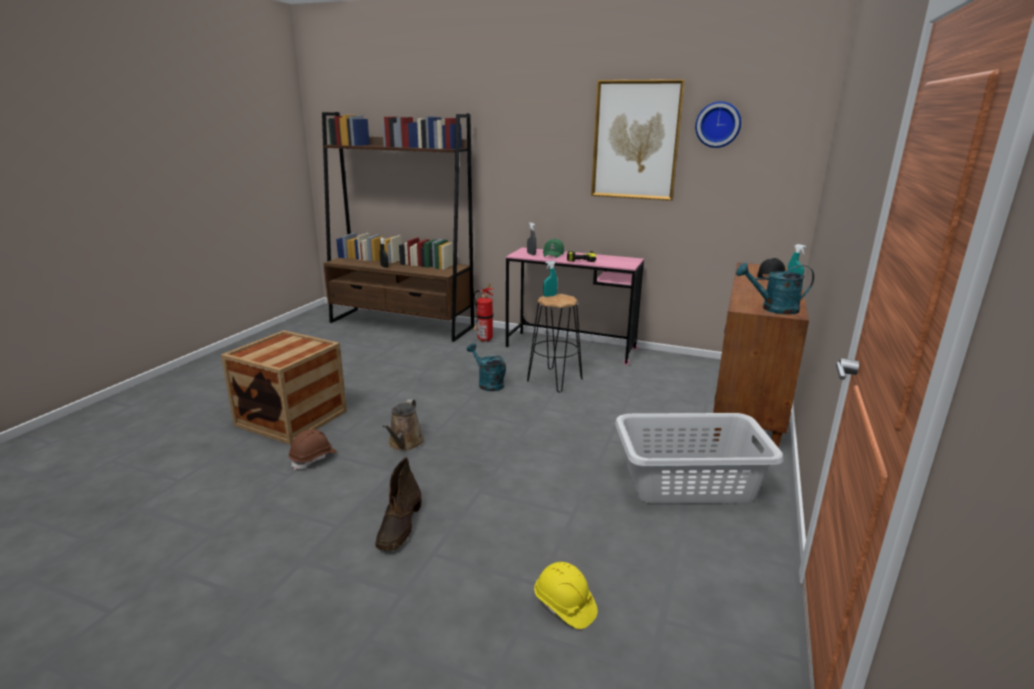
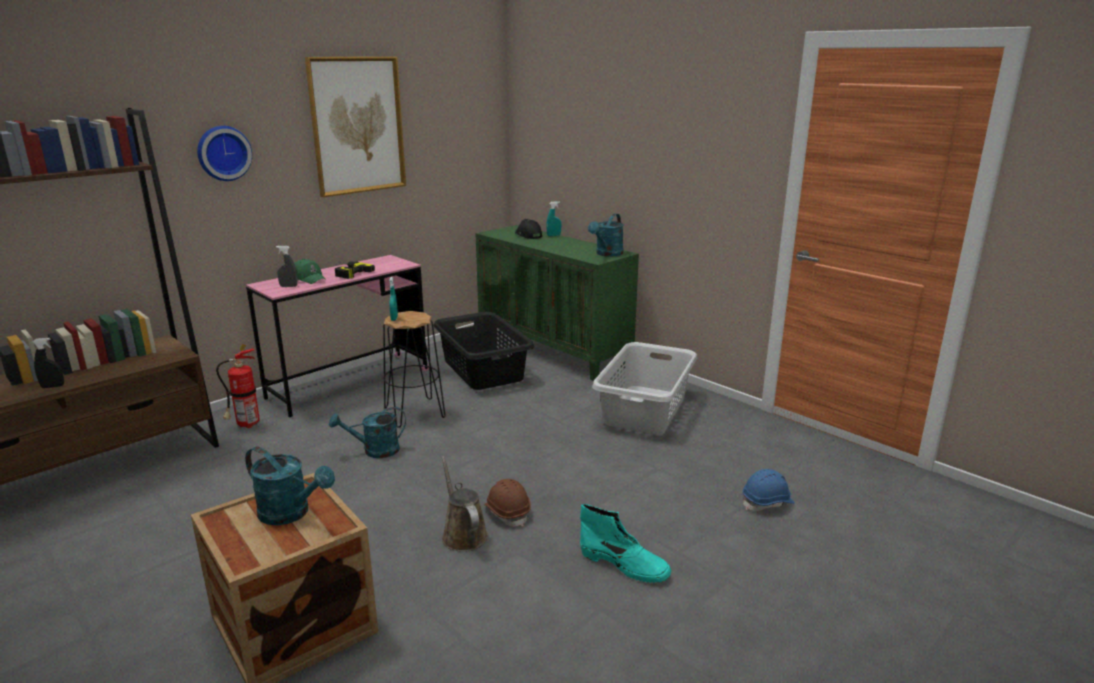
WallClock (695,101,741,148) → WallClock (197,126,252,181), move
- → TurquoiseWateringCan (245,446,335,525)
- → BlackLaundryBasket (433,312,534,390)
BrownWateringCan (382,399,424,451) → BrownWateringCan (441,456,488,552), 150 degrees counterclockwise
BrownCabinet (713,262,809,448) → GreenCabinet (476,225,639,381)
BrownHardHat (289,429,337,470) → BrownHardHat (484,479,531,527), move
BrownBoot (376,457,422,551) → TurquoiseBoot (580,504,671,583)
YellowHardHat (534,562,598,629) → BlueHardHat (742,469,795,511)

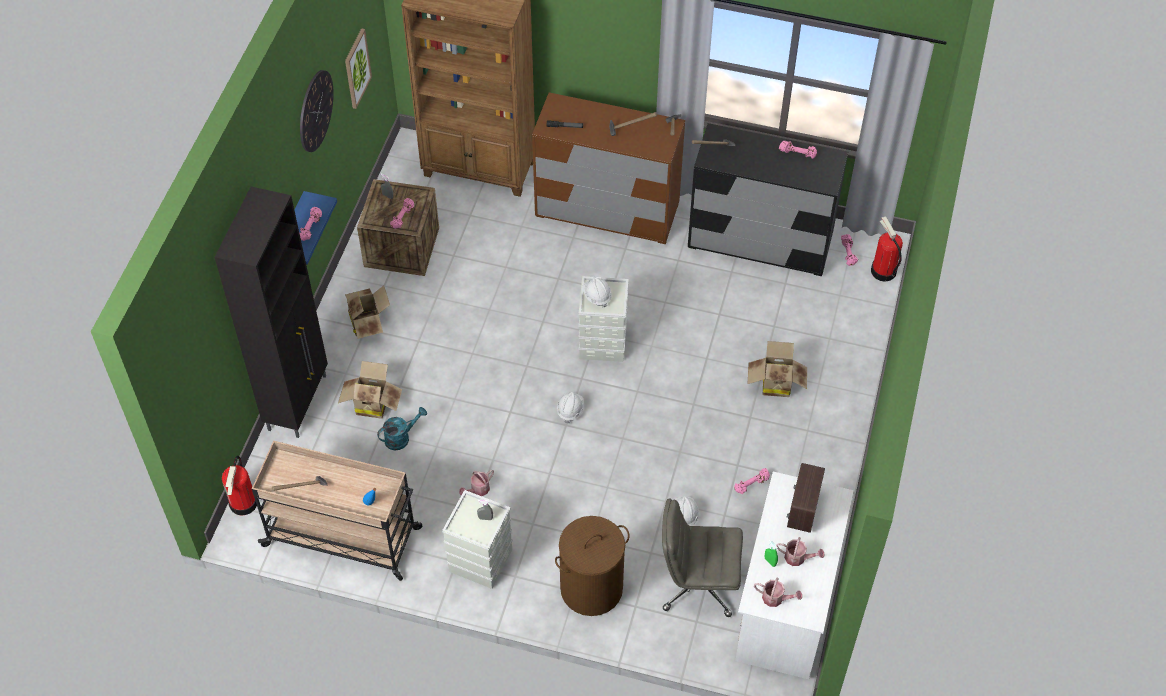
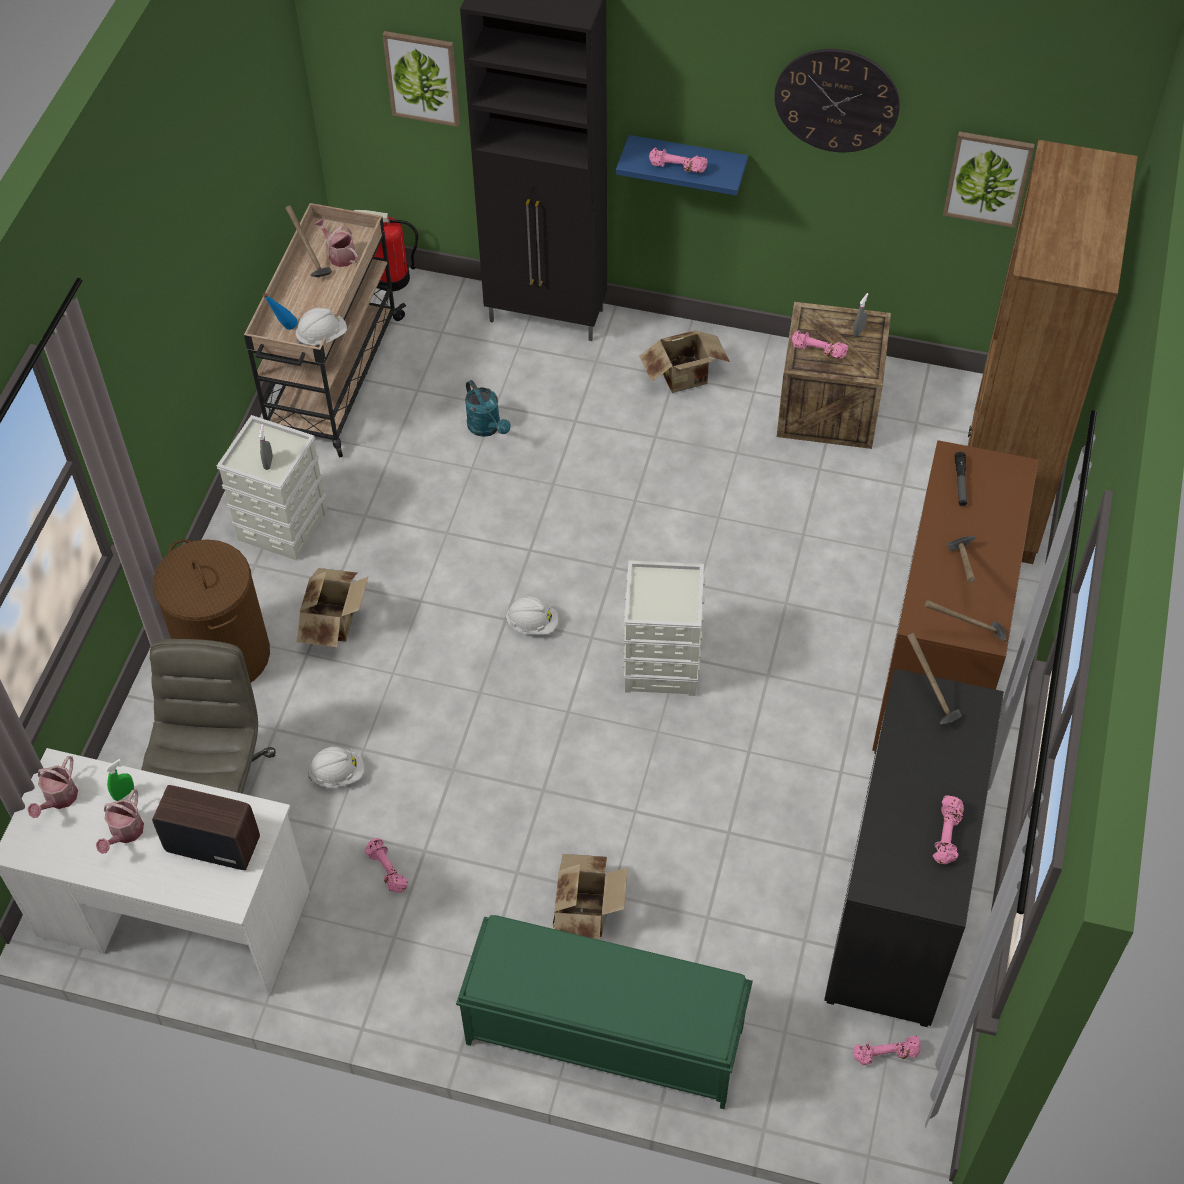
WhiteHardHat (583,277,612,308) → WhiteHardHat (296,308,347,346), move
CardboardBox (338,361,402,419) → CardboardBox (297,568,368,647), move
WateringCan (459,470,494,496) → WateringCan (314,218,358,267), move
- → Picture (382,31,460,127)
- → GreenBench (456,915,753,1109)
FireExtinguisher (871,216,903,282) → -

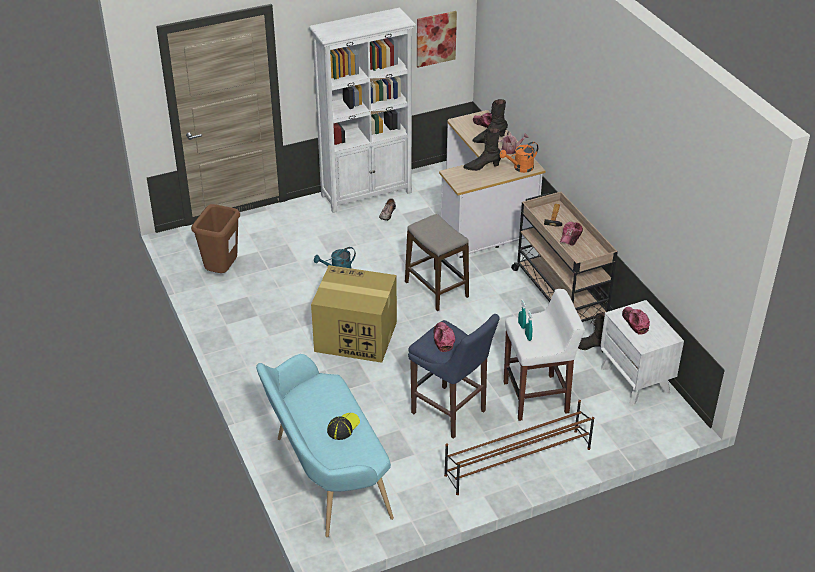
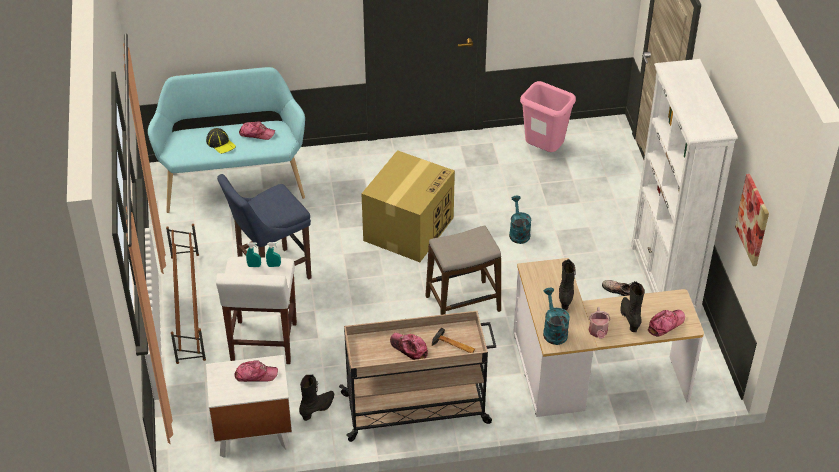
Cap (433,322,455,352) → Cap (239,121,275,140), move
BrownTrashCan (191,204,240,273) → PinkTrashCan (520,81,576,152)
OrangeWateringCan (500,142,538,173) → TurquoiseWateringCan (543,288,570,345)

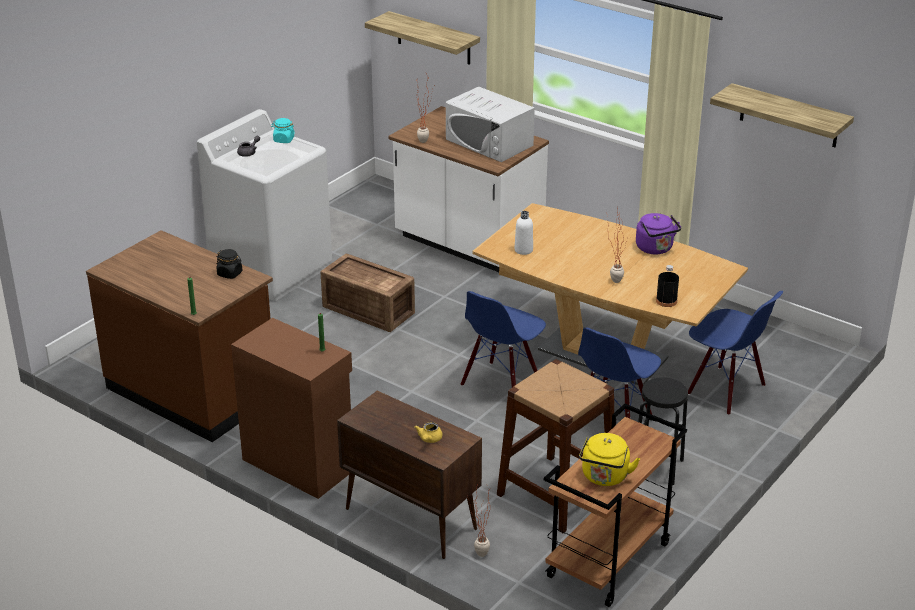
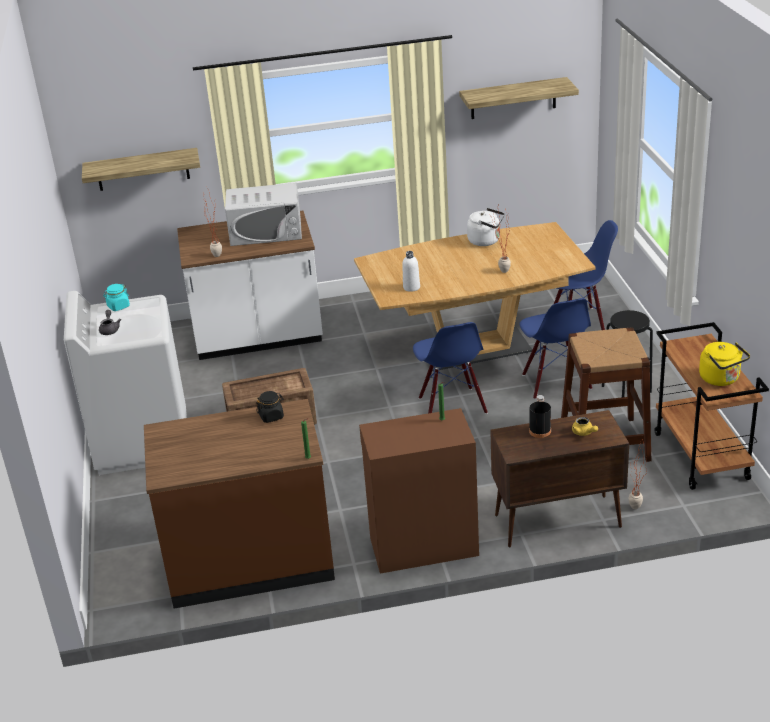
PurpleKettle (636,213,681,254) → WhiteKettle (467,208,505,246)
BlackBottle (656,265,679,307) → BlackBottle (529,395,551,438), move

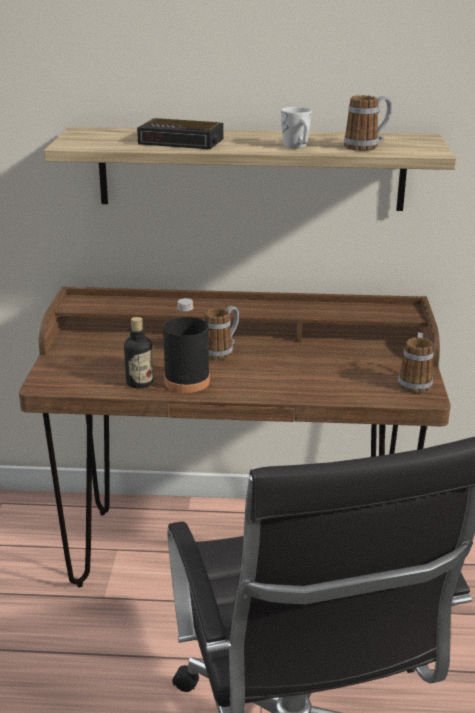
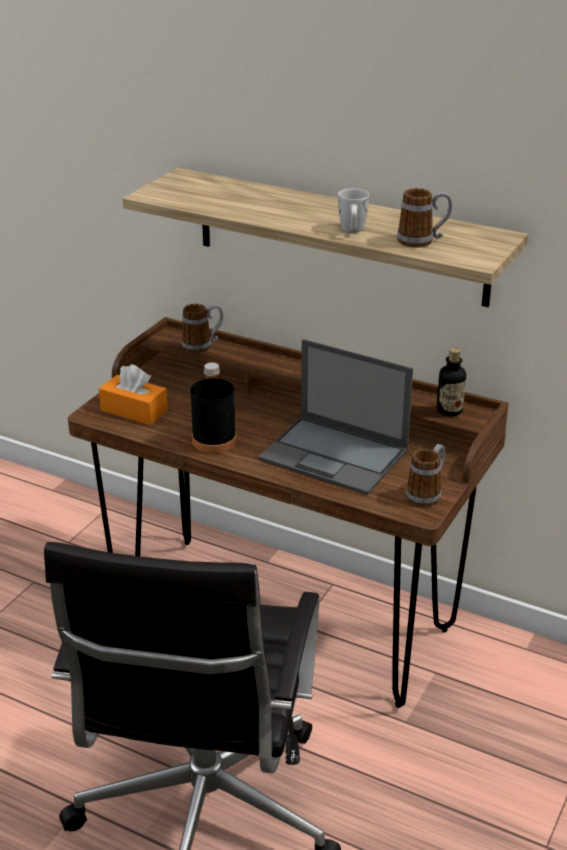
- → OrangeTissueBox (99,364,168,425)
Mug (203,306,239,360) → Mug (181,304,223,353), move
- → Laptop (258,339,413,495)
Bottle (124,317,153,388) → Bottle (437,348,466,416), move
AlarmClock (137,118,223,149) → -

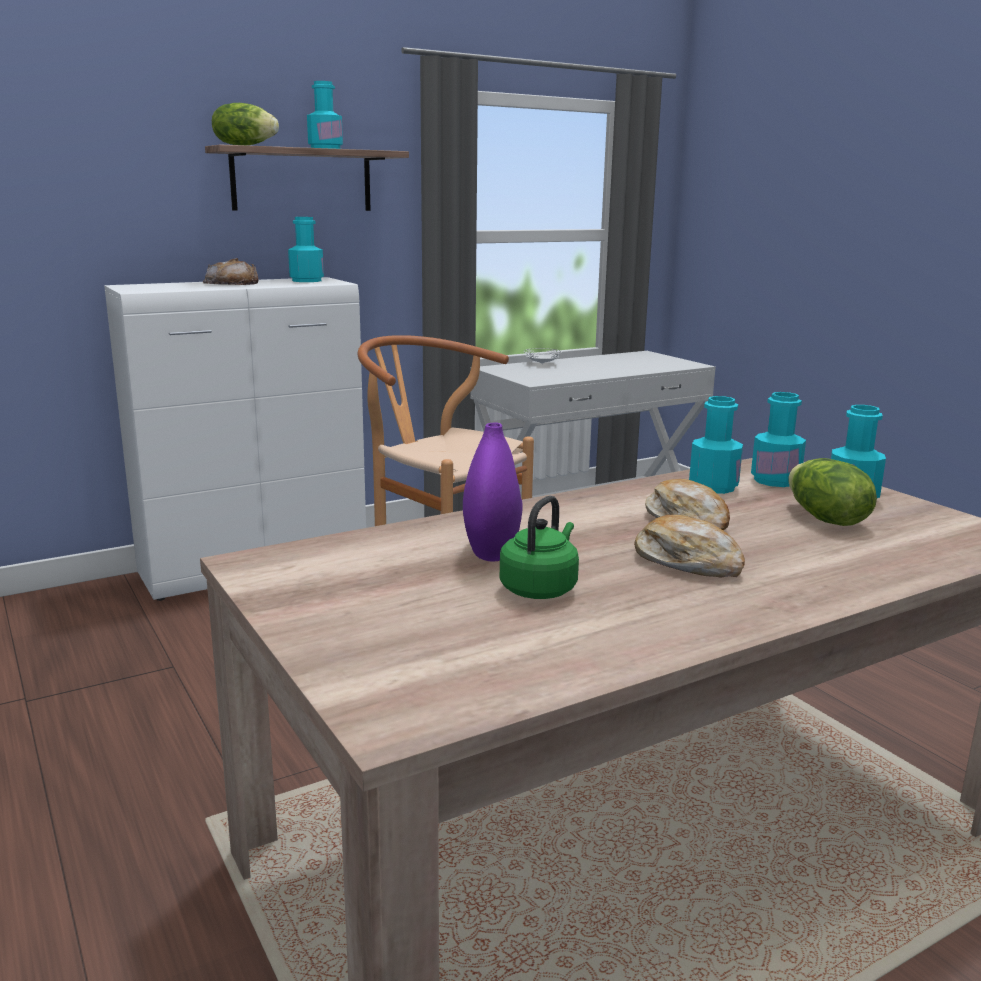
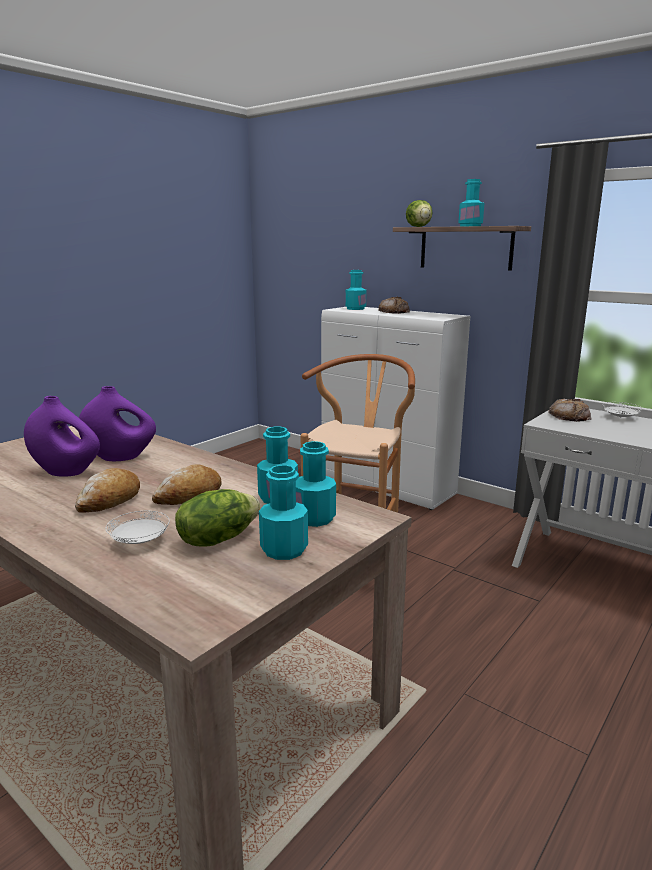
GreenKettle (500,495,579,599) → PurpleVase (24,396,100,477)
- → WhitePlate (106,511,170,544)
TurquoiseBottle (288,217,324,282) → TurquoiseBottle (345,270,366,310), move
- → Bread (548,399,592,422)

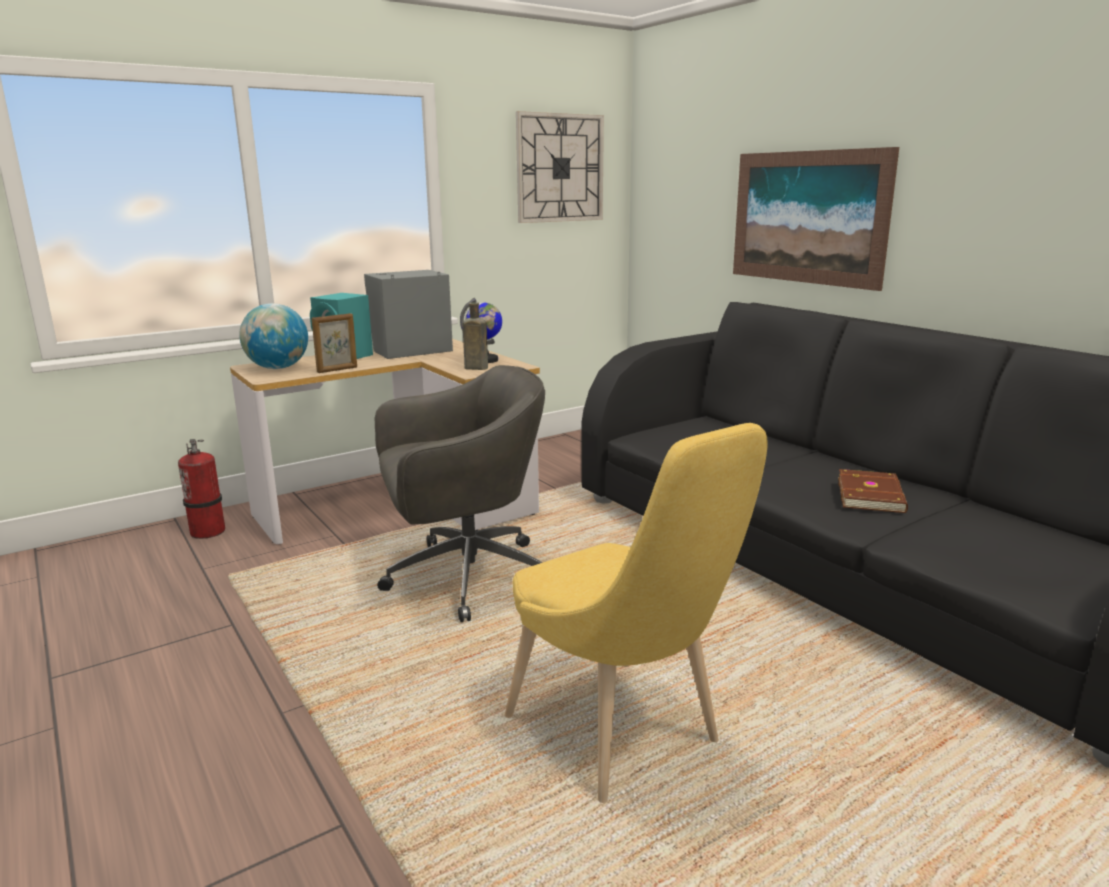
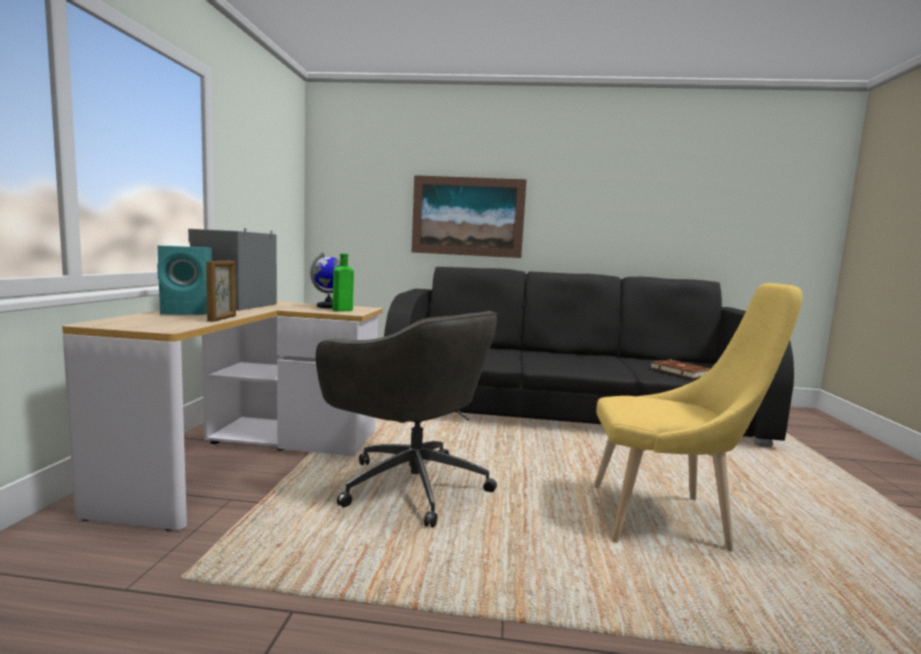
GreyOfficeChair (375,365,545,622) → GreyOfficeChair (316,311,497,528), 105 degrees clockwise
BrownBottle (463,302,488,370) → GreenBottle (332,253,354,312)
BrownBook (838,469,908,513) → BrownBook (650,359,710,379), move
FireExtinguisher (178,439,225,539) → -
Globe (239,303,308,369) → -
WallClock (516,111,604,223) → -

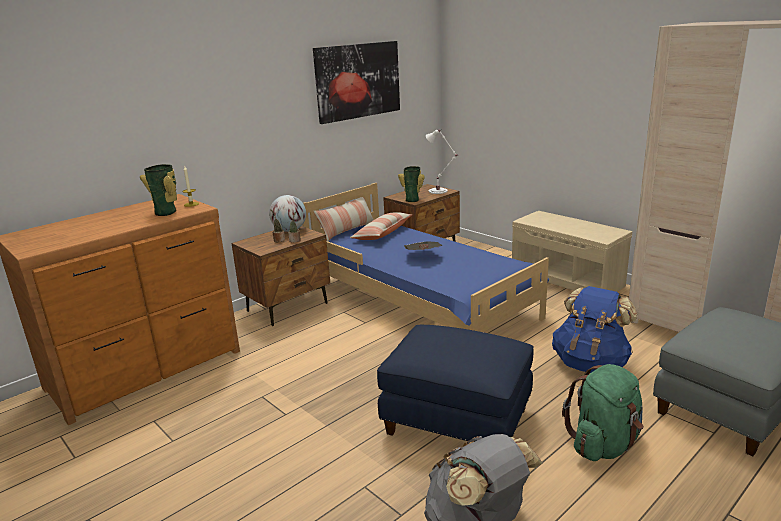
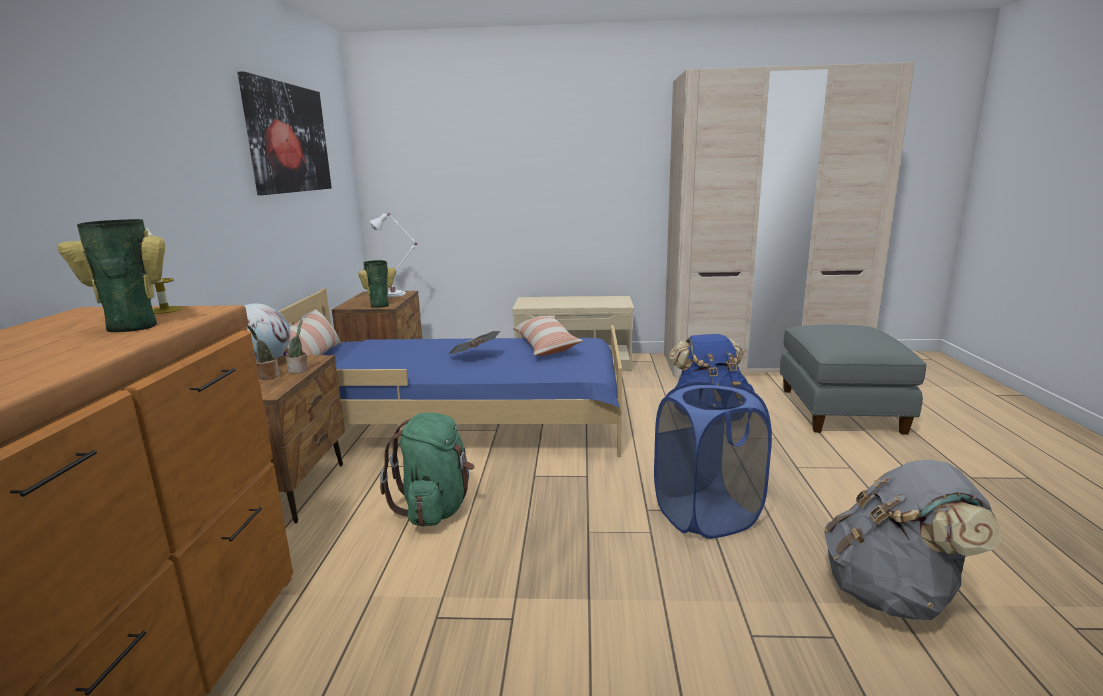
GreenBackpack (562,364,644,461) → GreenBackpack (380,412,475,527), move
Pillow (350,212,412,240) → Pillow (513,316,583,356), move
BlueOttoman (377,325,534,441) → BlueLaundryBasket (654,381,772,539)

